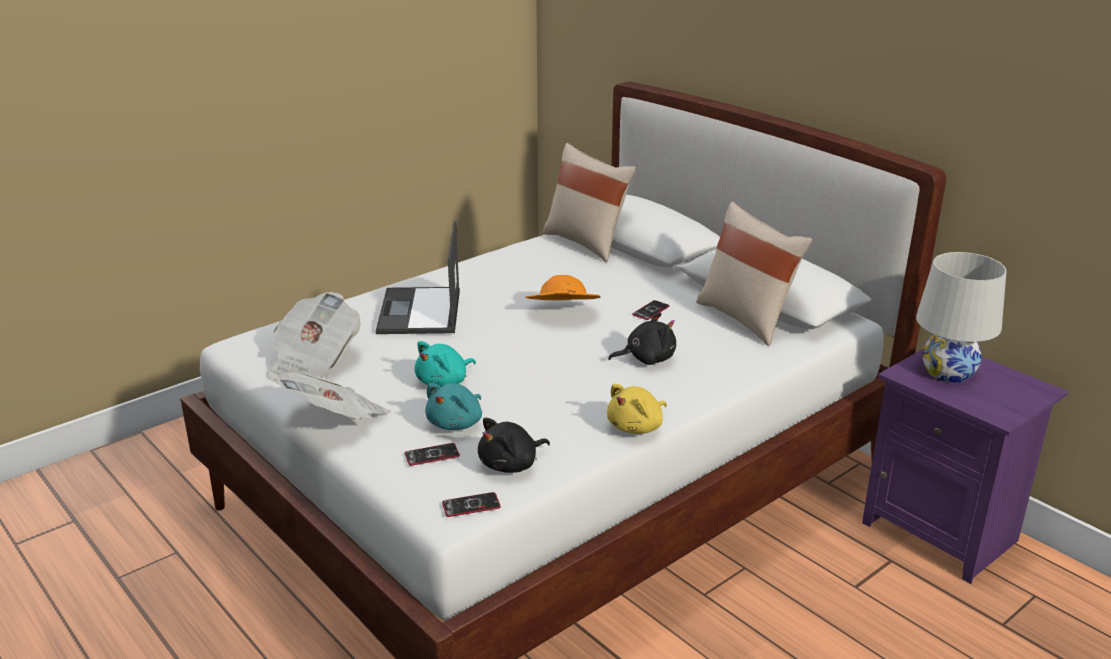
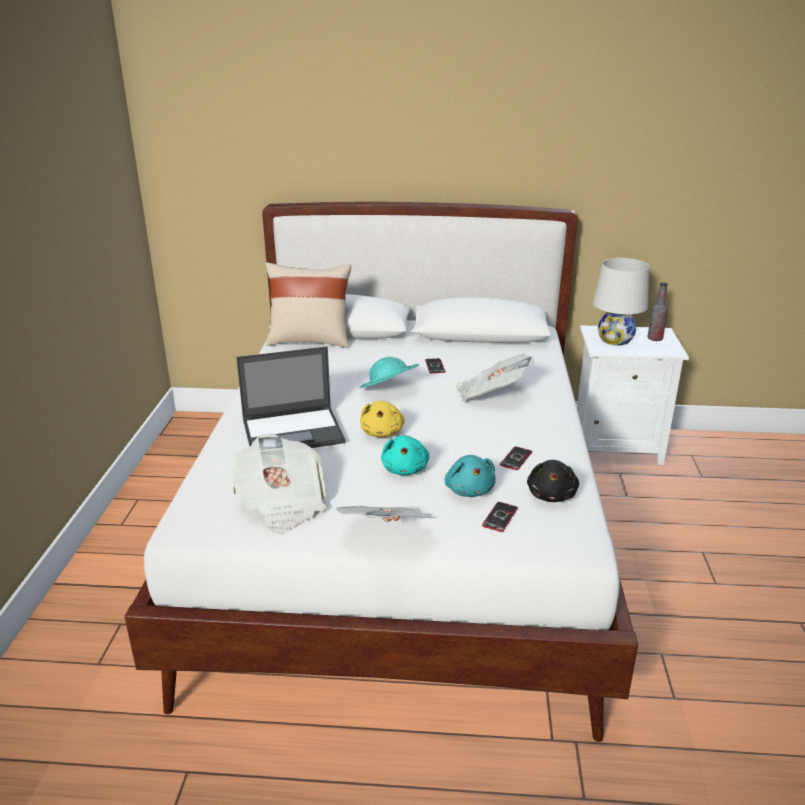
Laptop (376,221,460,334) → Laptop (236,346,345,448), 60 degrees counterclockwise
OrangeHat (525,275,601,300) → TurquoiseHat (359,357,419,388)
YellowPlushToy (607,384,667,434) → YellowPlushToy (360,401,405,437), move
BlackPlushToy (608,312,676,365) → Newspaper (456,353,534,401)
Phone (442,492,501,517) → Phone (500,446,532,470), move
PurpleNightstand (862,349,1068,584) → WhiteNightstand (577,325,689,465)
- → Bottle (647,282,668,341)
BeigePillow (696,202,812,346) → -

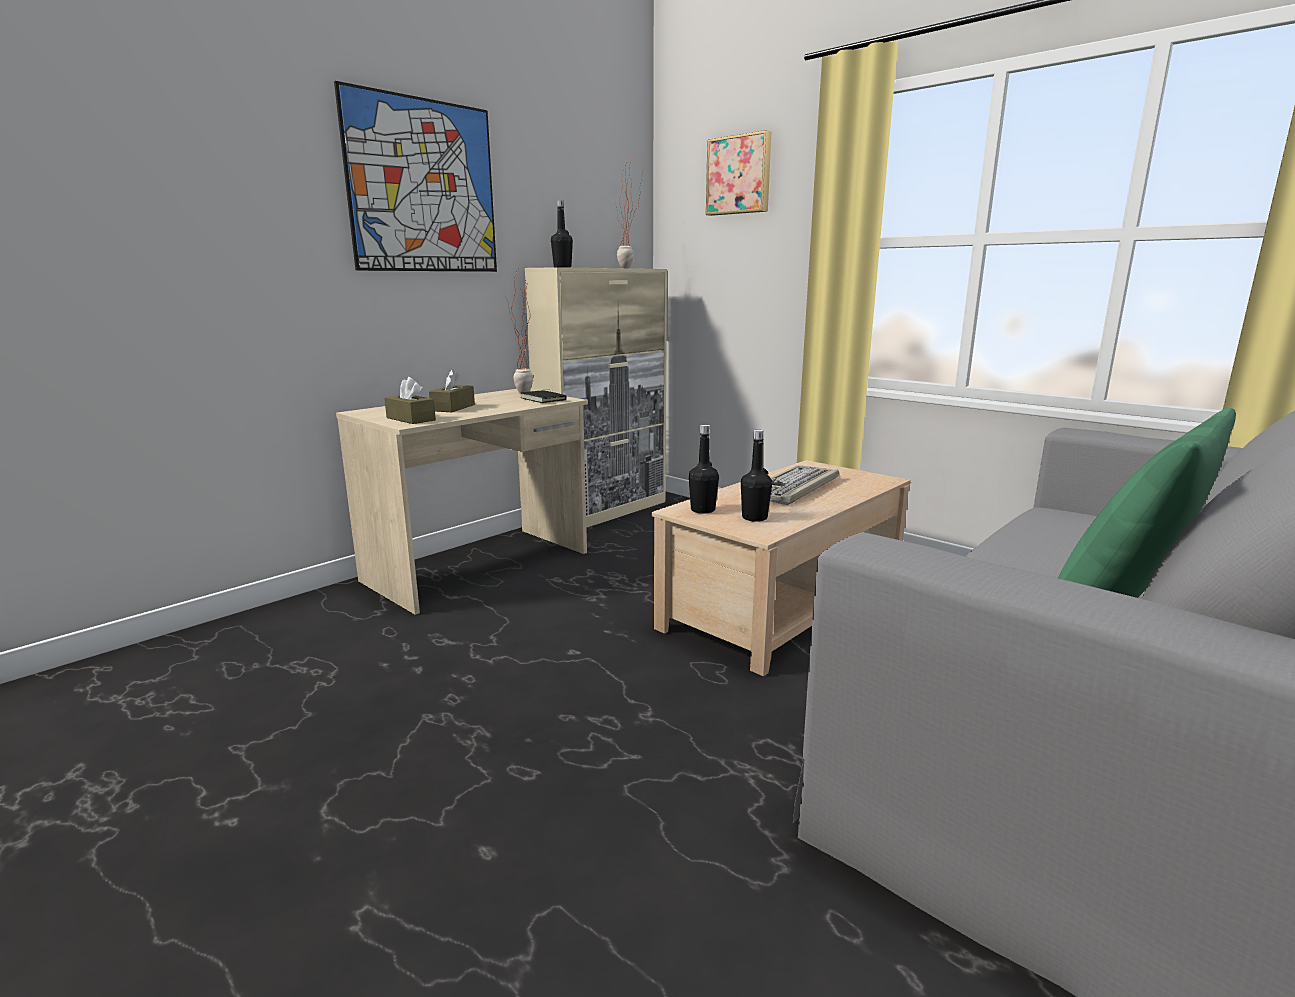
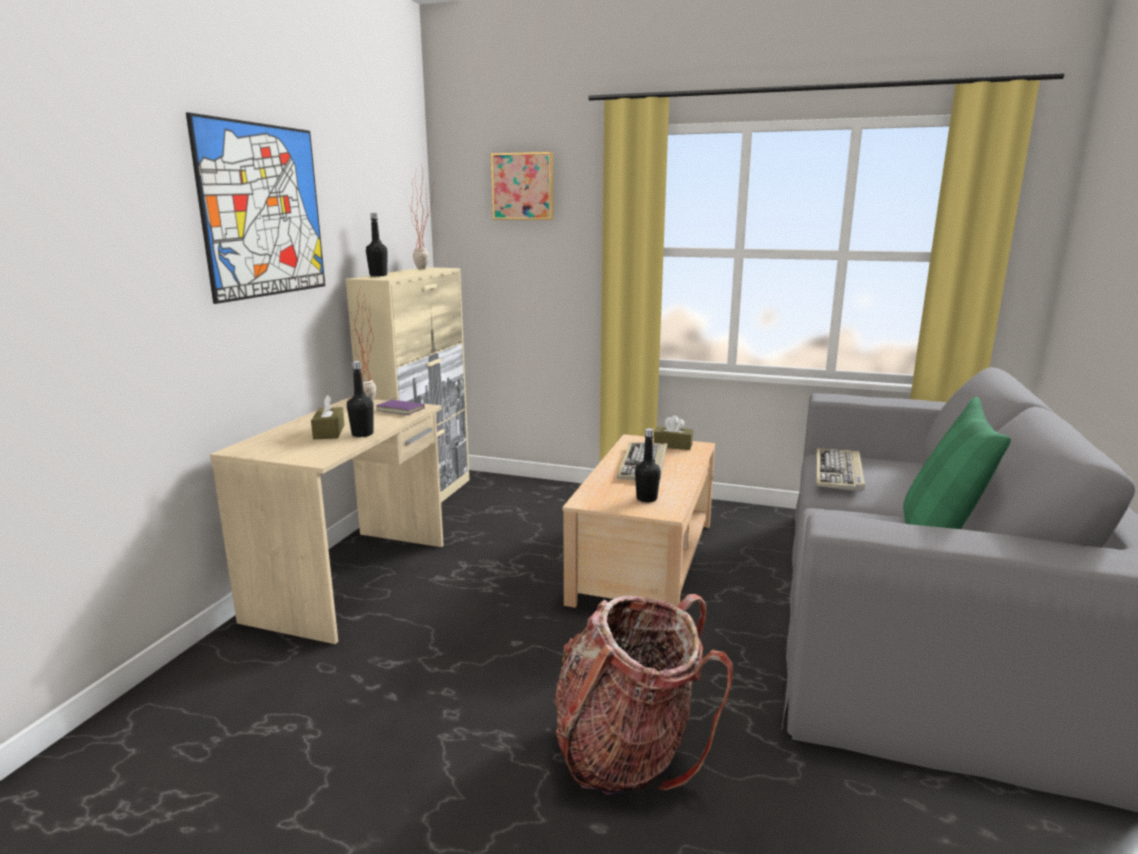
BlackBottle (689,425,719,514) → BlackBottle (347,361,374,437), move
BlackBook (520,389,567,403) → PurpleBook (376,398,425,415)
- → Backpack (555,594,733,795)
BrownTissueBox (384,377,436,424) → BrownTissueBox (654,415,693,450), move
- → Keyboard (816,448,865,492)

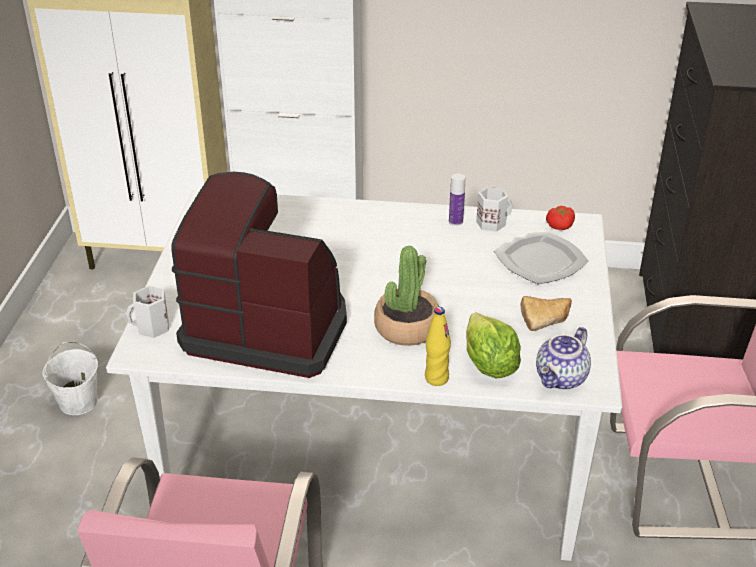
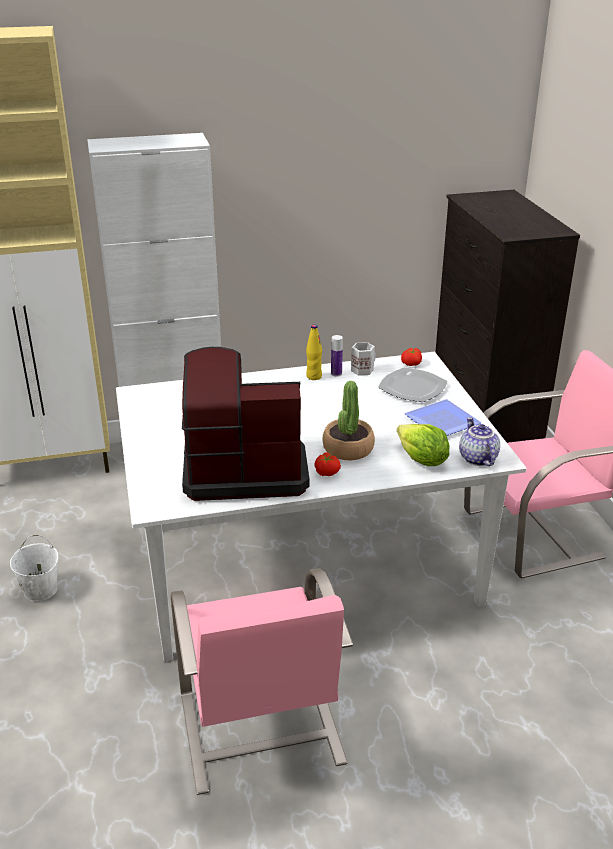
YellowBottle (425,307,451,386) → YellowBottle (306,325,322,380), move
- → Tomato (314,453,341,476)
Bread (521,296,572,331) → Plate (404,399,482,436)
Teapot (536,327,591,390) → Teapot (459,417,500,466), 150 degrees clockwise
WhiteMug (125,286,169,338) → -

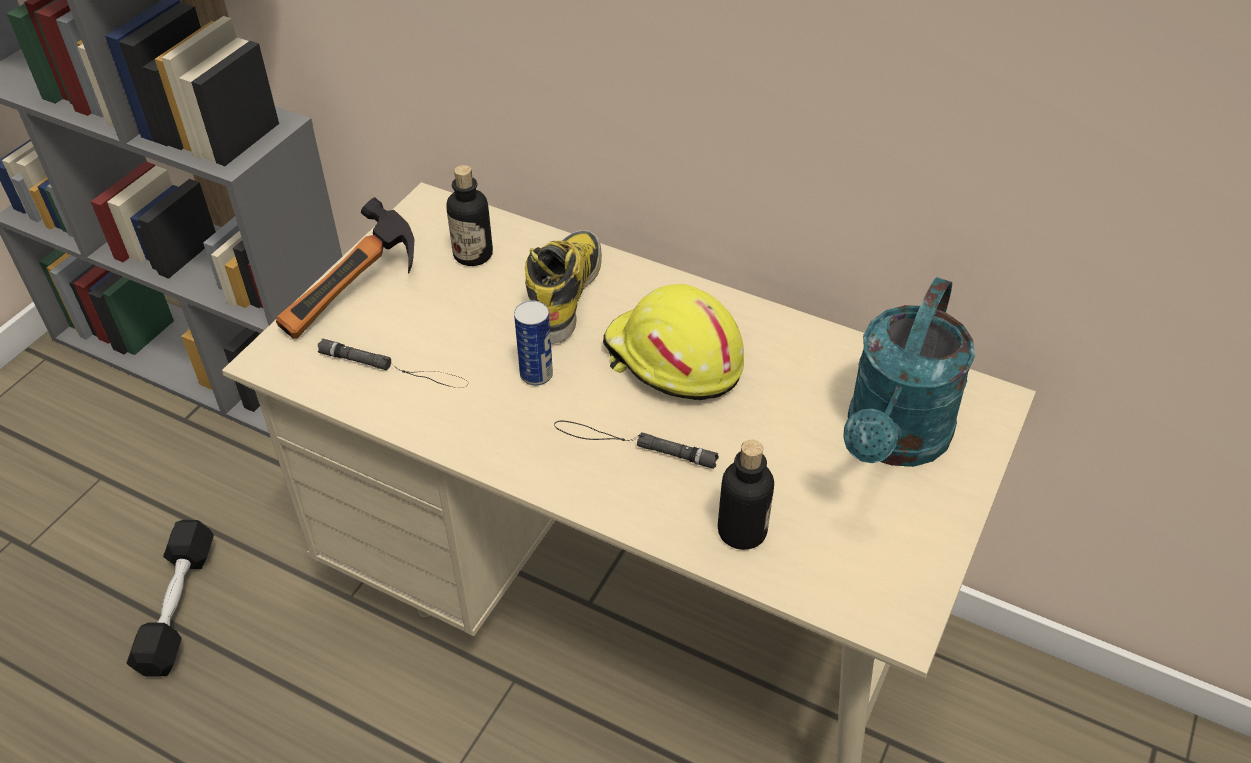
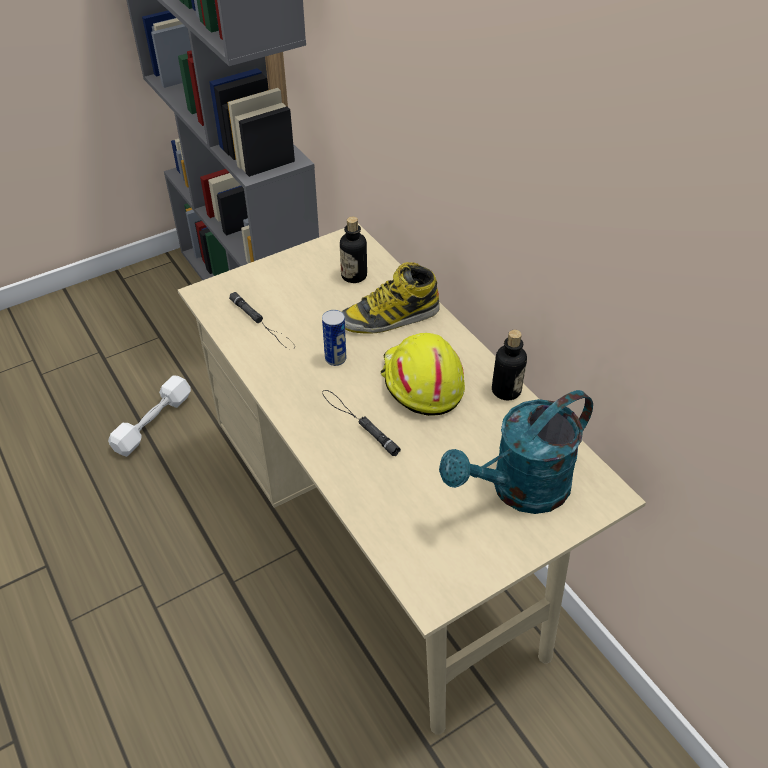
BlackDumbbell (127,520,214,677) → WhiteDumbbell (108,375,191,457)
Boot (525,230,602,344) → Boot (341,262,440,334), 150 degrees counterclockwise
Bottle (718,440,774,550) → Bottle (492,330,527,401), move
Hammer (276,197,414,339) → -

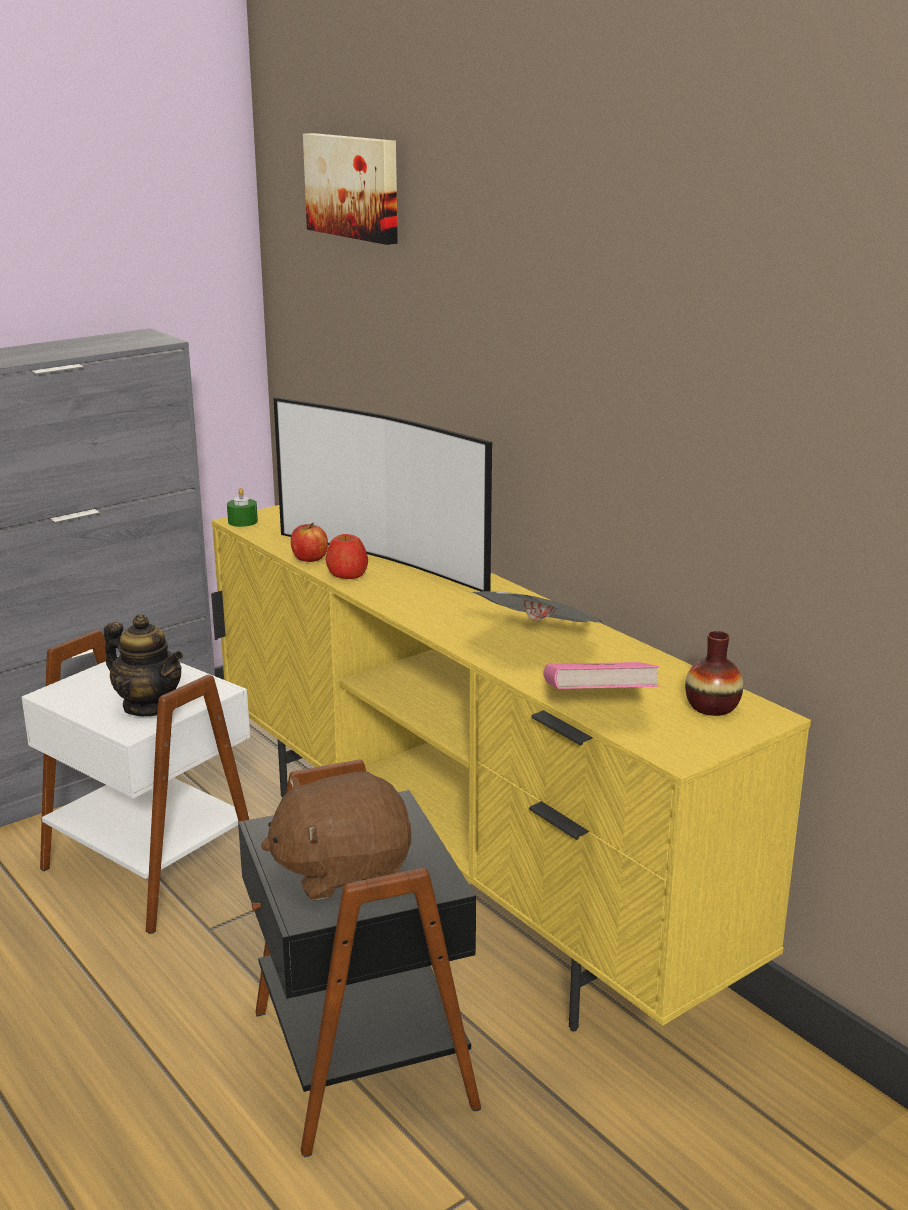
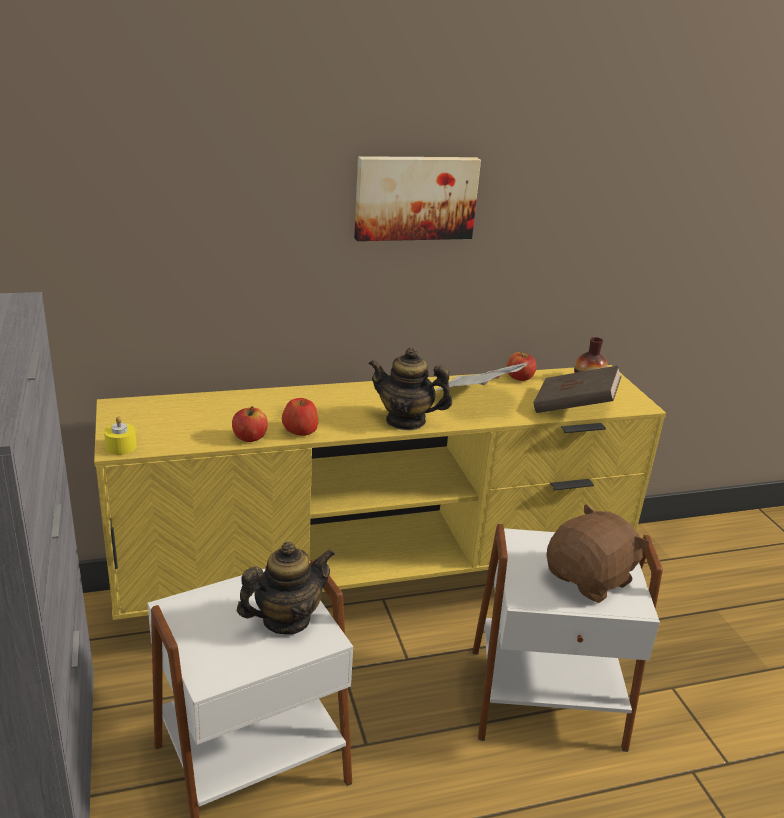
GreenCandle (227,488,258,527) → YellowCandle (104,416,136,455)
Picture (303,133,398,245) → Picture (354,156,481,241), move
- → Teapot (368,347,452,430)
BlackSideTable (238,760,481,1157) → WhiteSideTable (472,524,663,752)
- → Apple (507,352,536,381)
PinkBook (543,662,659,689) → BrownBook (533,365,622,413)
BrownPlushToy (261,771,411,900) → BrownPlushToy (546,504,649,603), 135 degrees counterclockwise
Television (274,397,492,592) → -

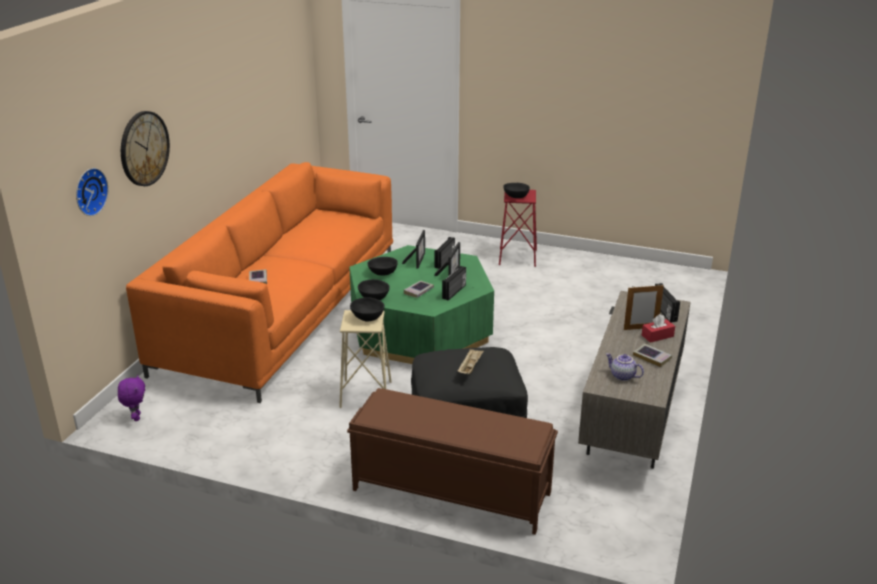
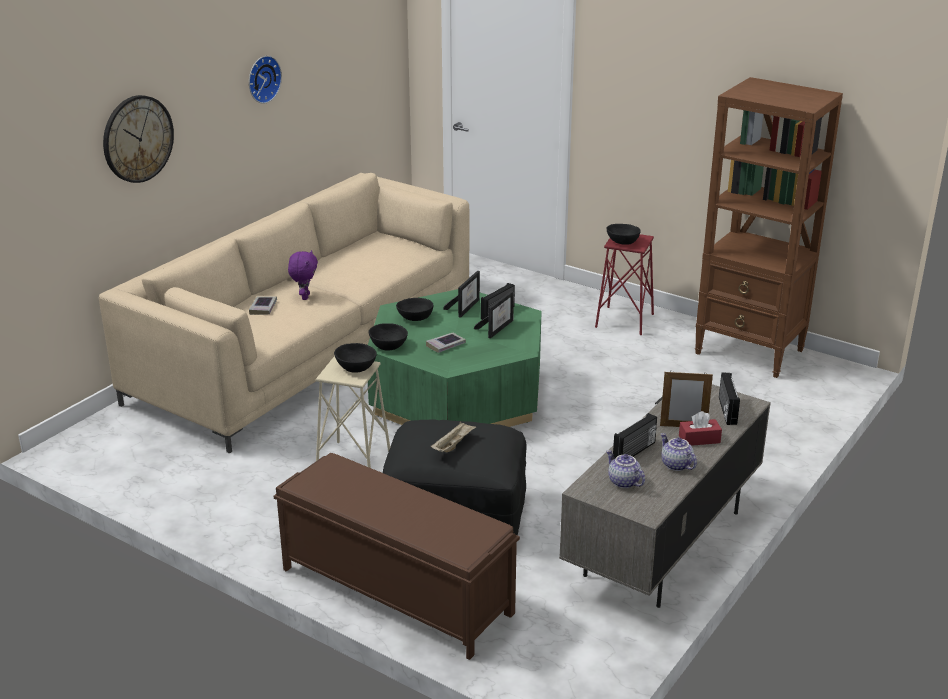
OrangeSofa (126,162,393,403) → BeigeSofa (99,173,470,454)
WallClock (76,168,108,216) → WallClock (249,56,282,104), move
PurplePlushToy (118,375,145,421) → PurplePlushToy (288,250,318,300), move
Radio (442,266,466,301) → Radio (613,413,657,459), move
Book (633,344,672,367) → Teapot (661,433,697,471)
- → BrownBookcase (695,77,843,378)

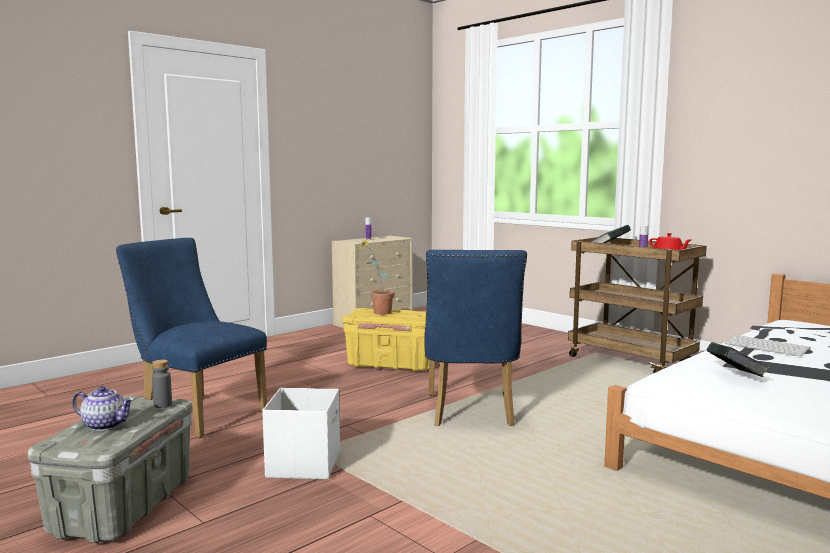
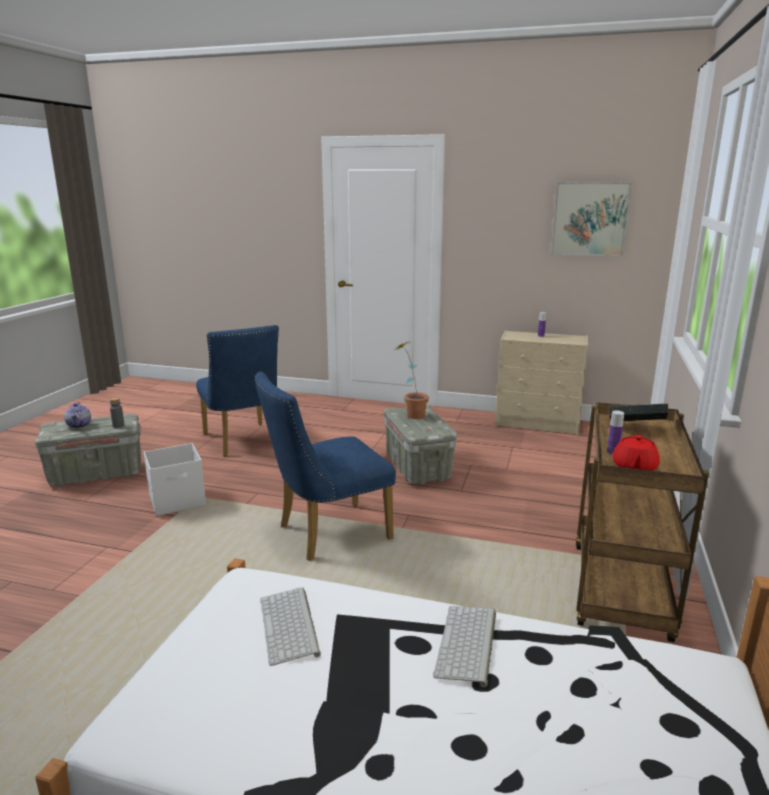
BlueChair (116,238,267,438) → BlueChair (196,325,279,457), 150 degrees clockwise
Book (707,342,769,377) → Keyboard (260,588,321,666)
YellowStorageBox (343,308,429,372) → GreyStorageBox (384,405,457,485)
- → Picture (551,182,632,257)

